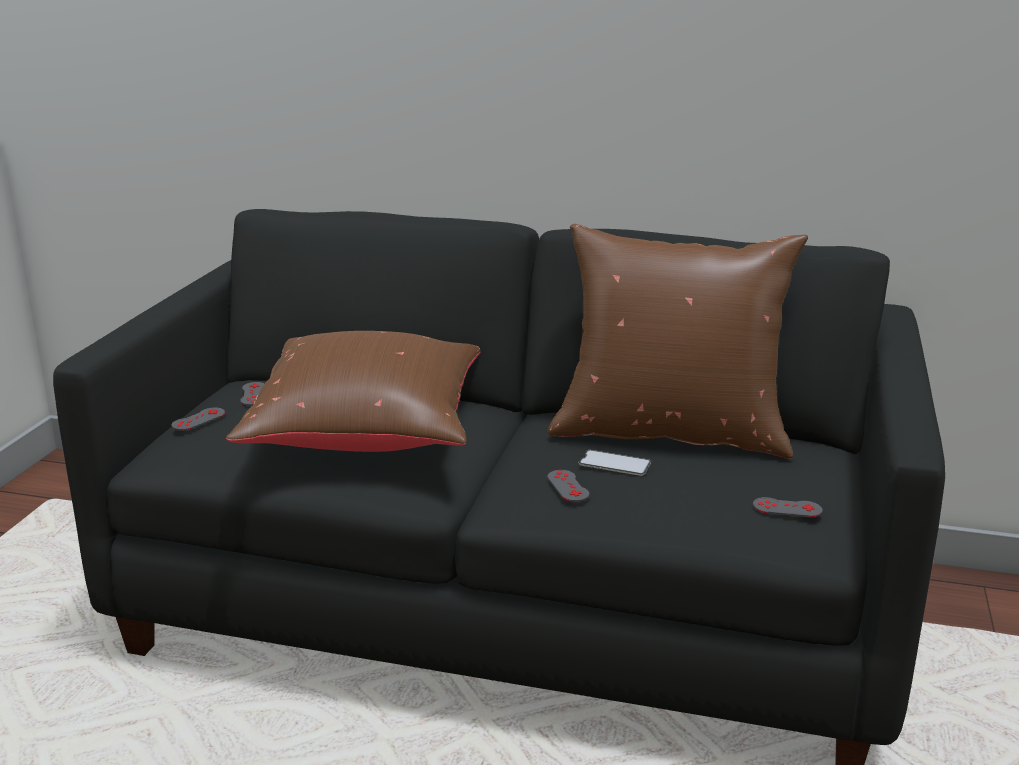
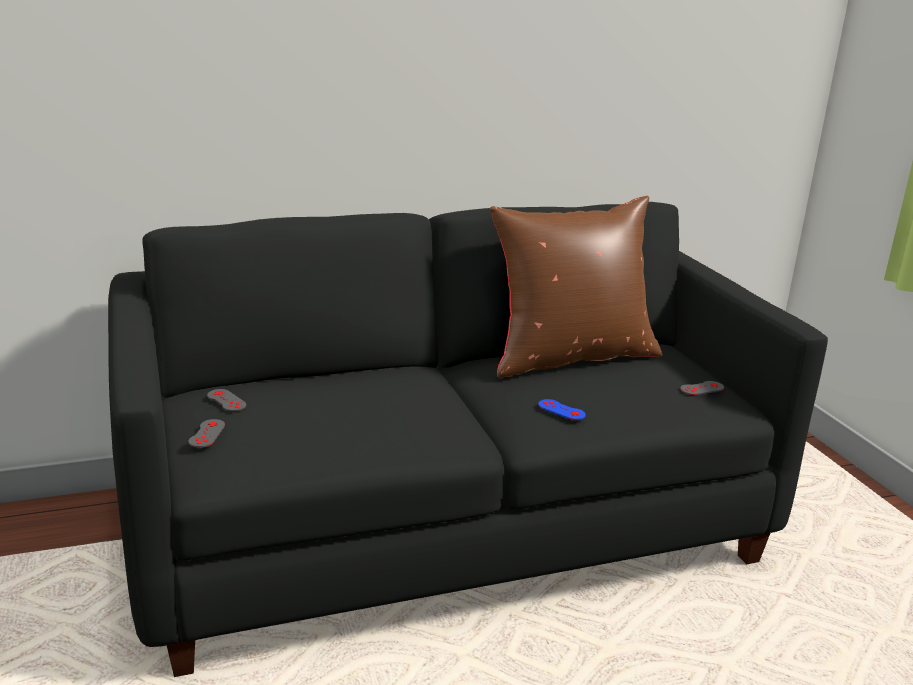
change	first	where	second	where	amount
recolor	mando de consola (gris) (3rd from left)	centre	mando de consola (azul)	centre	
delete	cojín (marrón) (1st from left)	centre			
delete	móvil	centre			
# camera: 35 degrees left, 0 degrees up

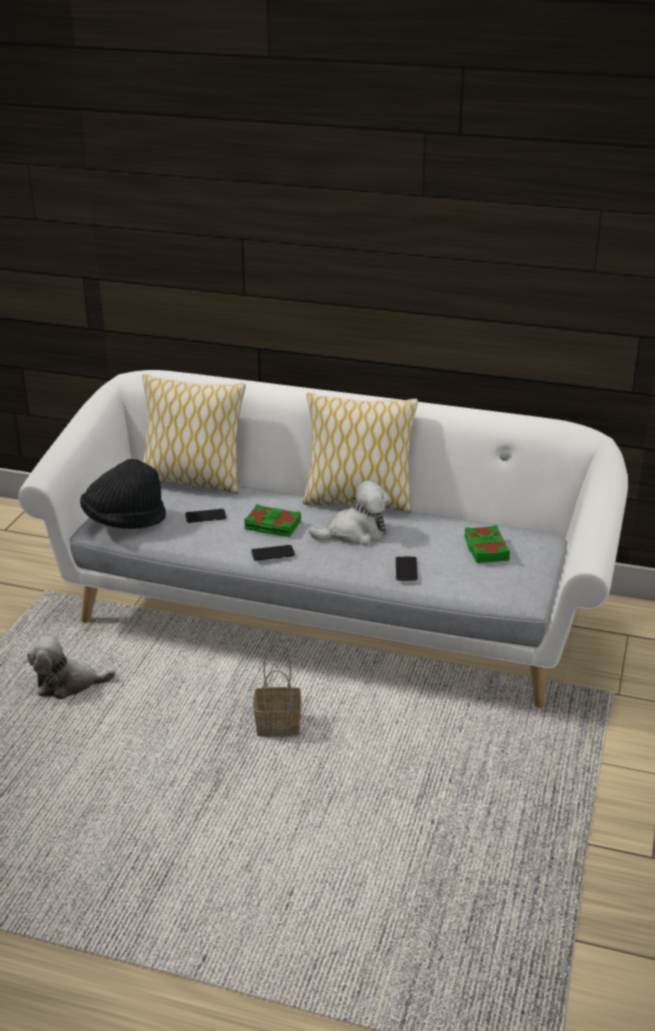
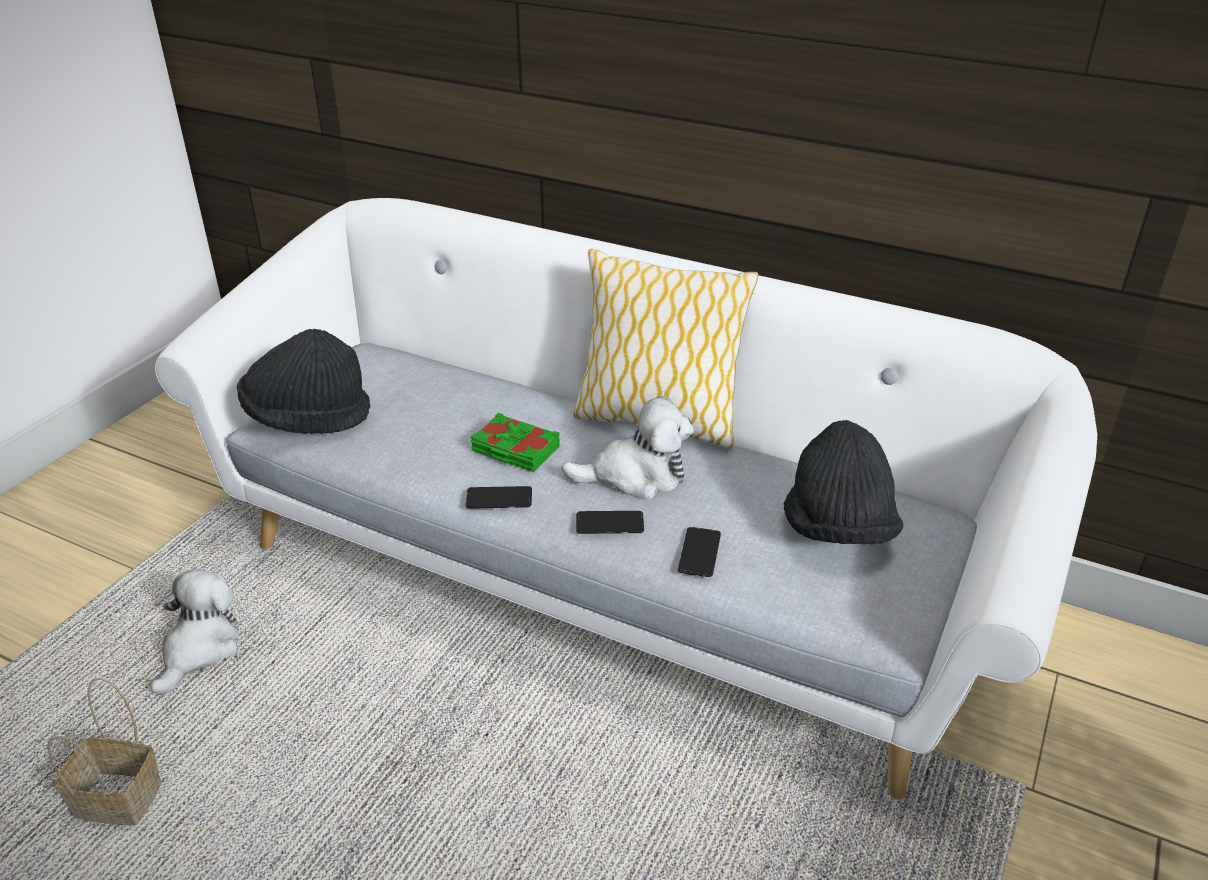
change	first	where	second	where	amount
move	cesta	bottom centre		bottom left	
rotate	peluche (1st from left)	middle left		bottom left	105 degrees clockwise
move	móvil (1st from left in the first image)	middle left	móvil (2nd from left)	centre	
replace	libro (verde) (2nd from left)	middle right	sombrero (negro) (2nd from left)	middle right	
delete	cojín (1st from left)	middle left			
# camera: 10 degrees right, 5 degrees up

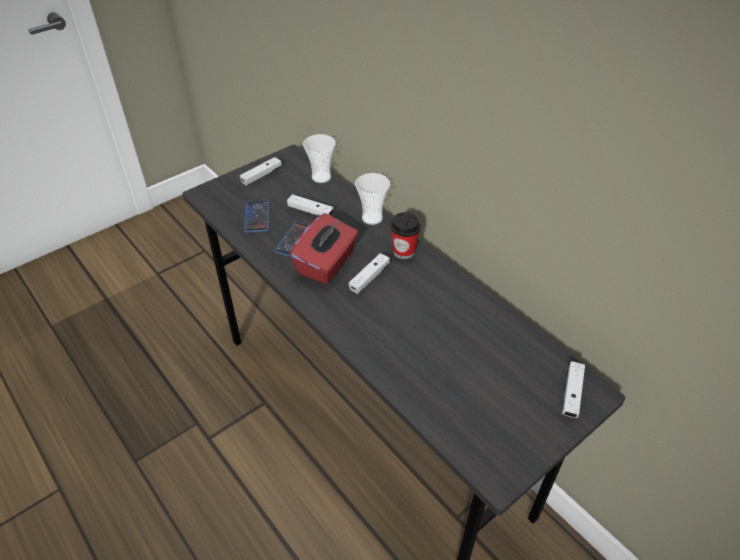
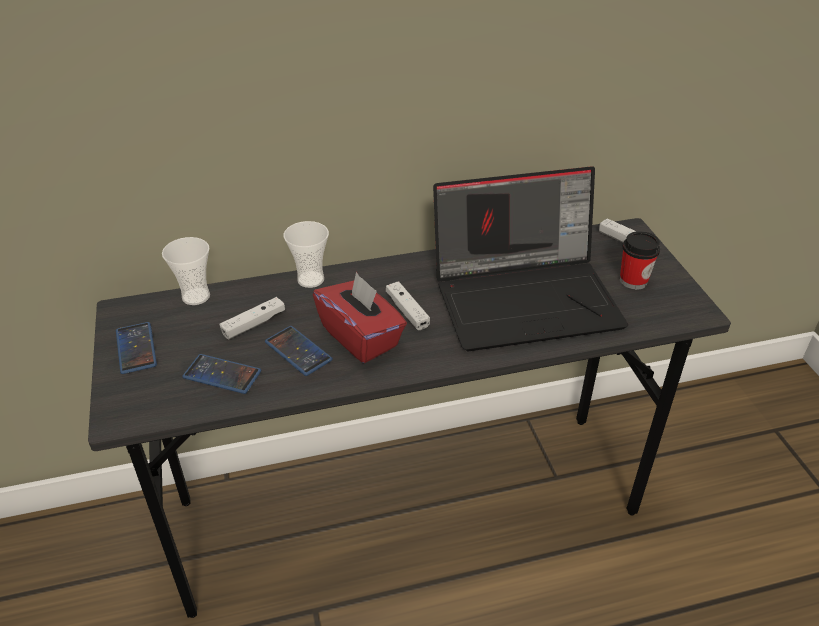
change	first	where	second	where	amount
replace	mando de consola (blanco) (1st from left)	top centre	móvil (1st from left)	middle left	
insert			portátil	centre	
move	taza (3rd from left)	centre		middle right	
# camera: 65 degrees left, 5 degrees down

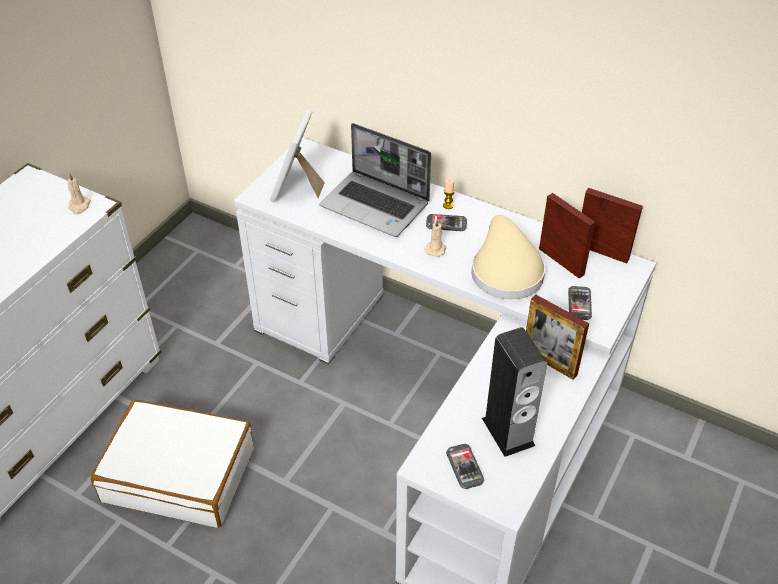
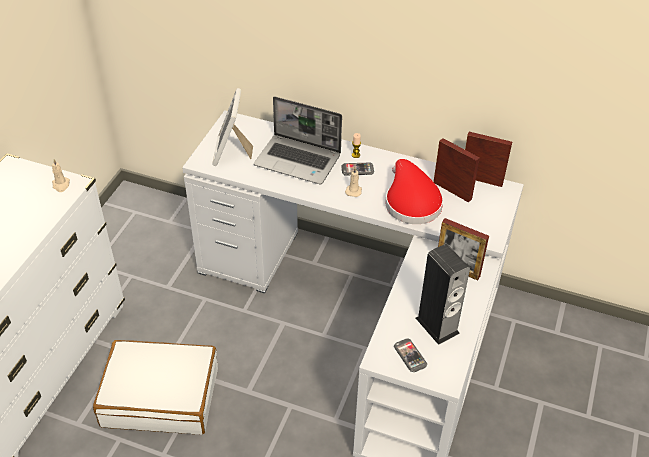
change	first	where	second	where	amount
recolor	sombrero (beis)	centre	sombrero (rojo)	centre	
delete	móvil (3rd from left)	middle right			
# camera: 10 degrees left, 0 degrees up

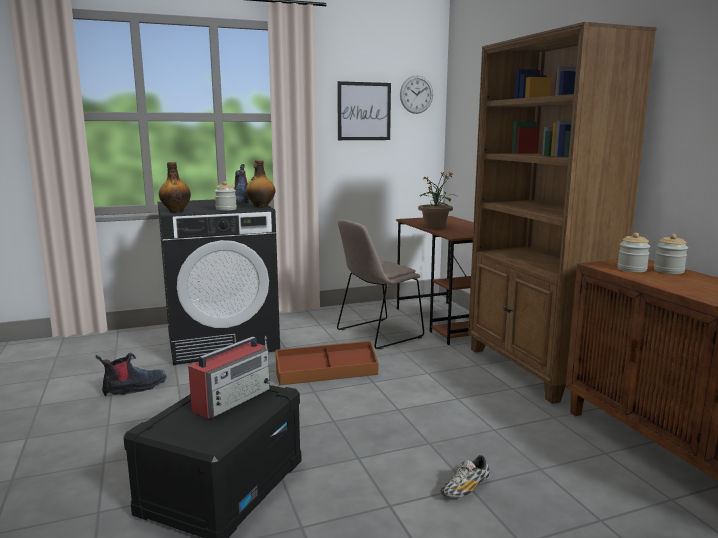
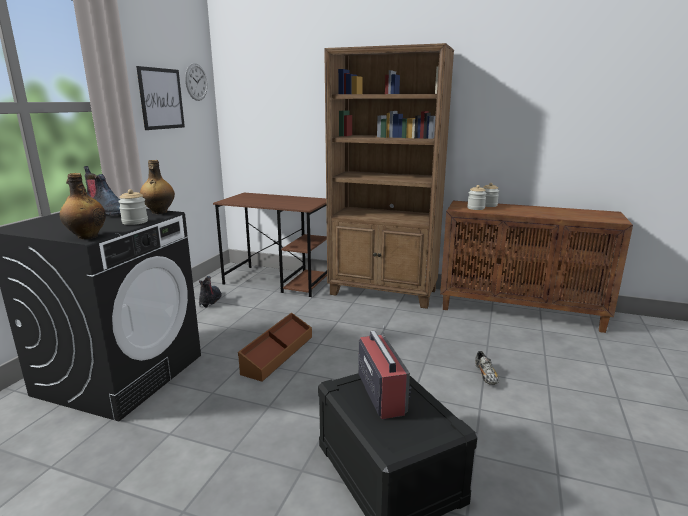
change	first	where	second	where	amount
move	bota (1st from left in the first image)	bottom left	bota (2nd from left)	middle left	
delete	silla (beis)	centre			
delete	planta en maceta	centre			
# camera: 50 degrees left, 5 degrees up

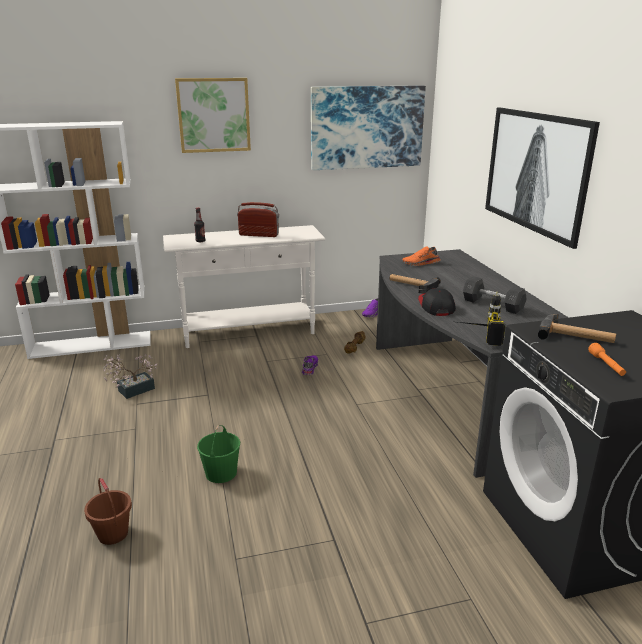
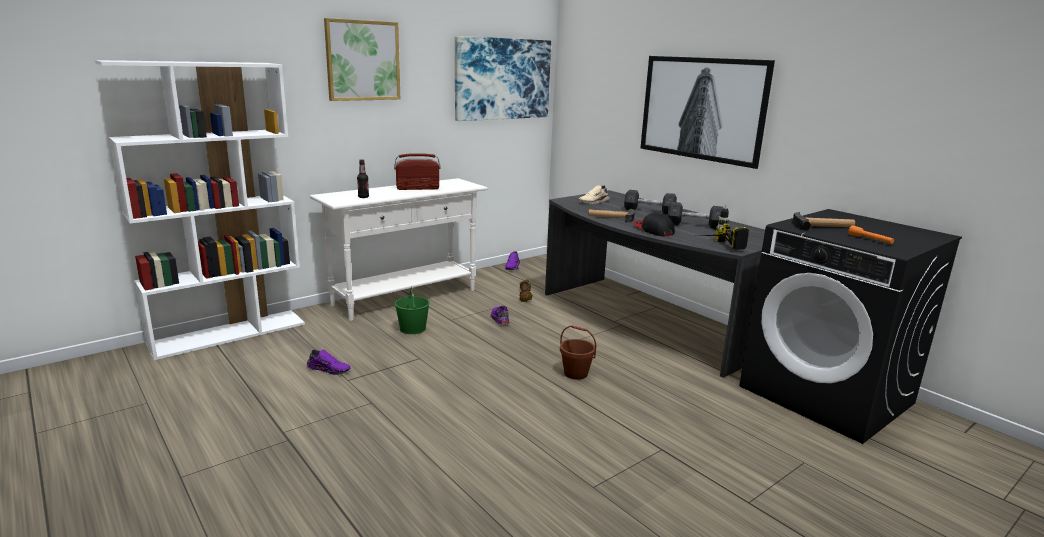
change	first	where	second	where	amount
replace	planta en maceta	middle left	zapato (morado) (1st from left)	bottom left	
move	cubo (verde)	bottom centre		centre	
move	cubo (marrón)	bottom left		centre	
recolor	zapato (naranja)	centre	zapato (beis)	centre	
insert			mancuerna (gris) (1st from left)	centre	
# camera: 25 degrees left, 5 degrees down

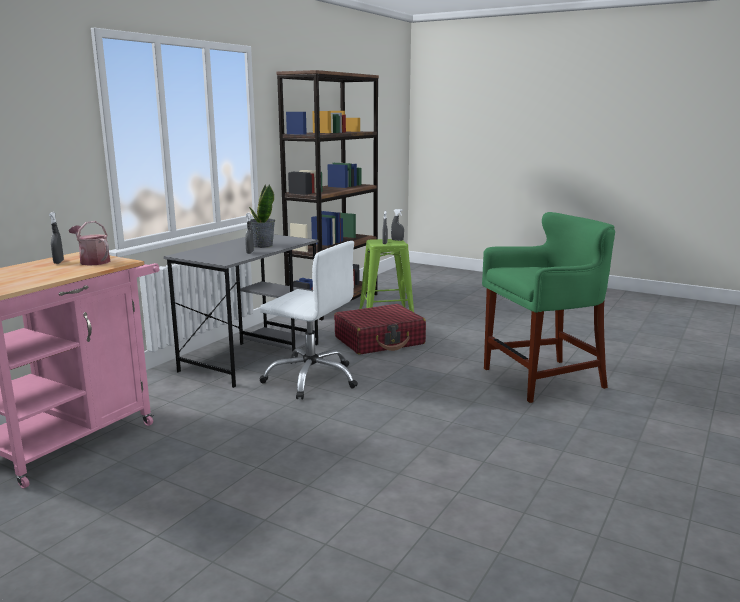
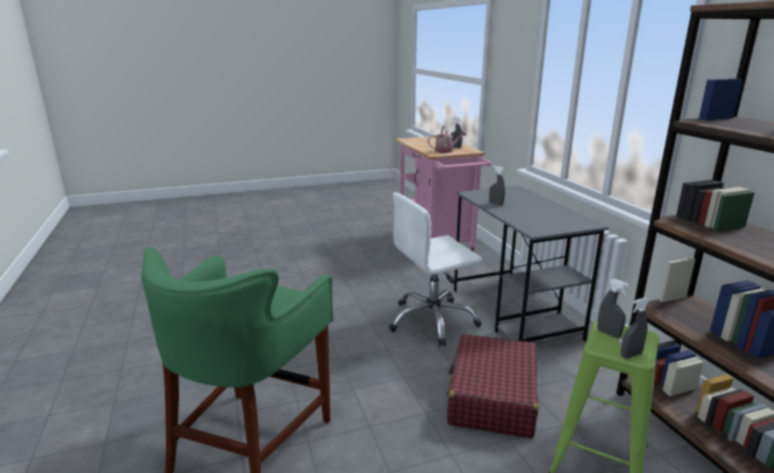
change	first	where	second	where	amount
delete	planta en maceta	centre			
# camera: 130 degrees right, 5 degrees up

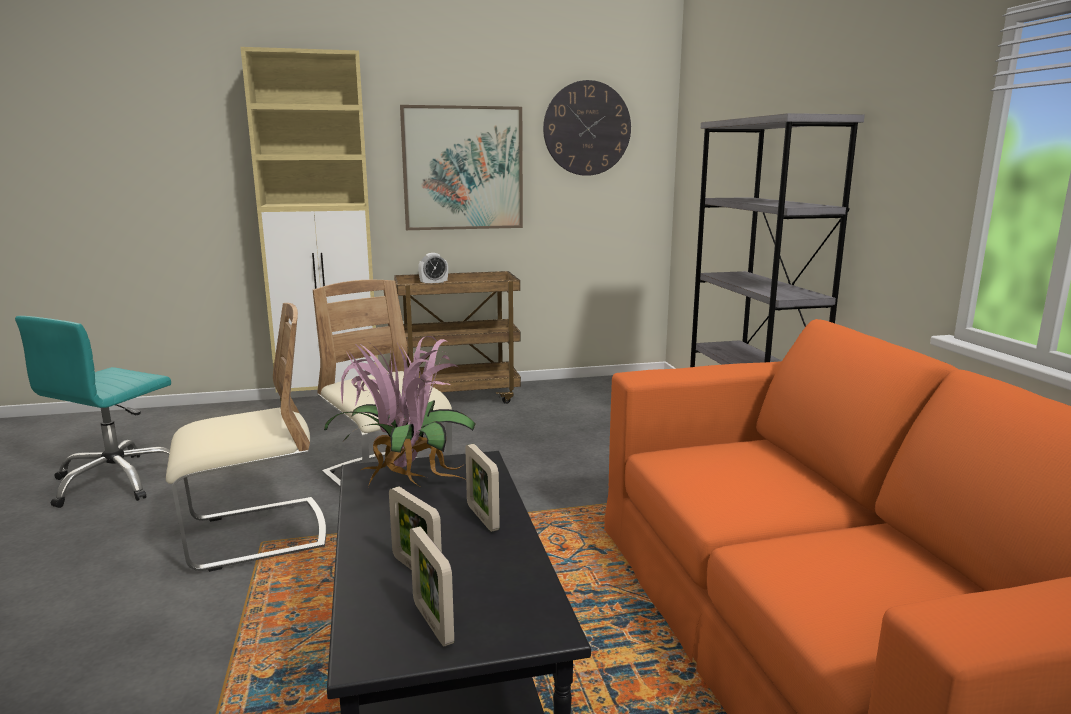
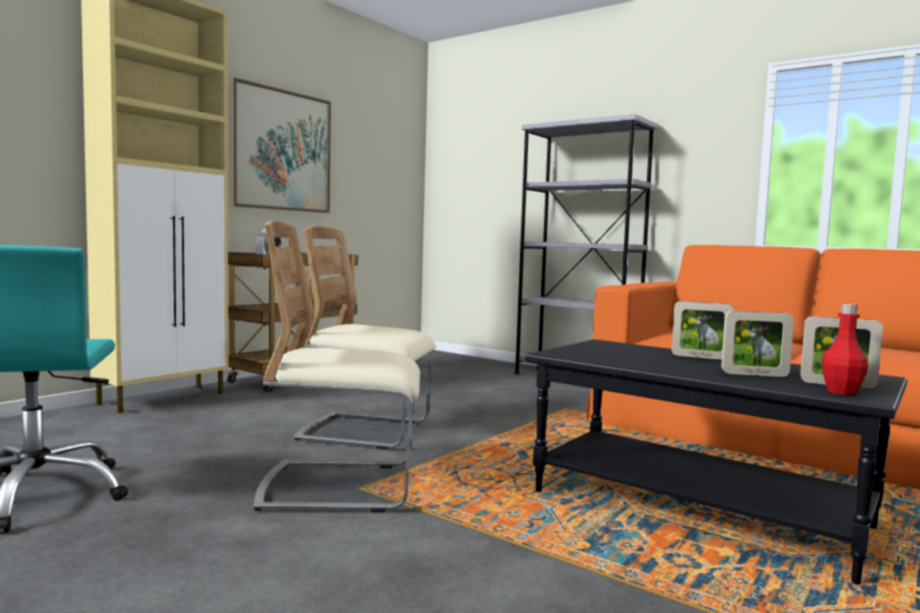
change	first	where	second	where	amount
rotate	silla (beis) (1st from left)	middle left		centre	120 degrees counterclockwise
insert			botella (rojo)	middle right	
delete	planta en maceta	centre			
delete	reloj de pared	top centre			
# camera: 40 degrees left, 10 degrees down

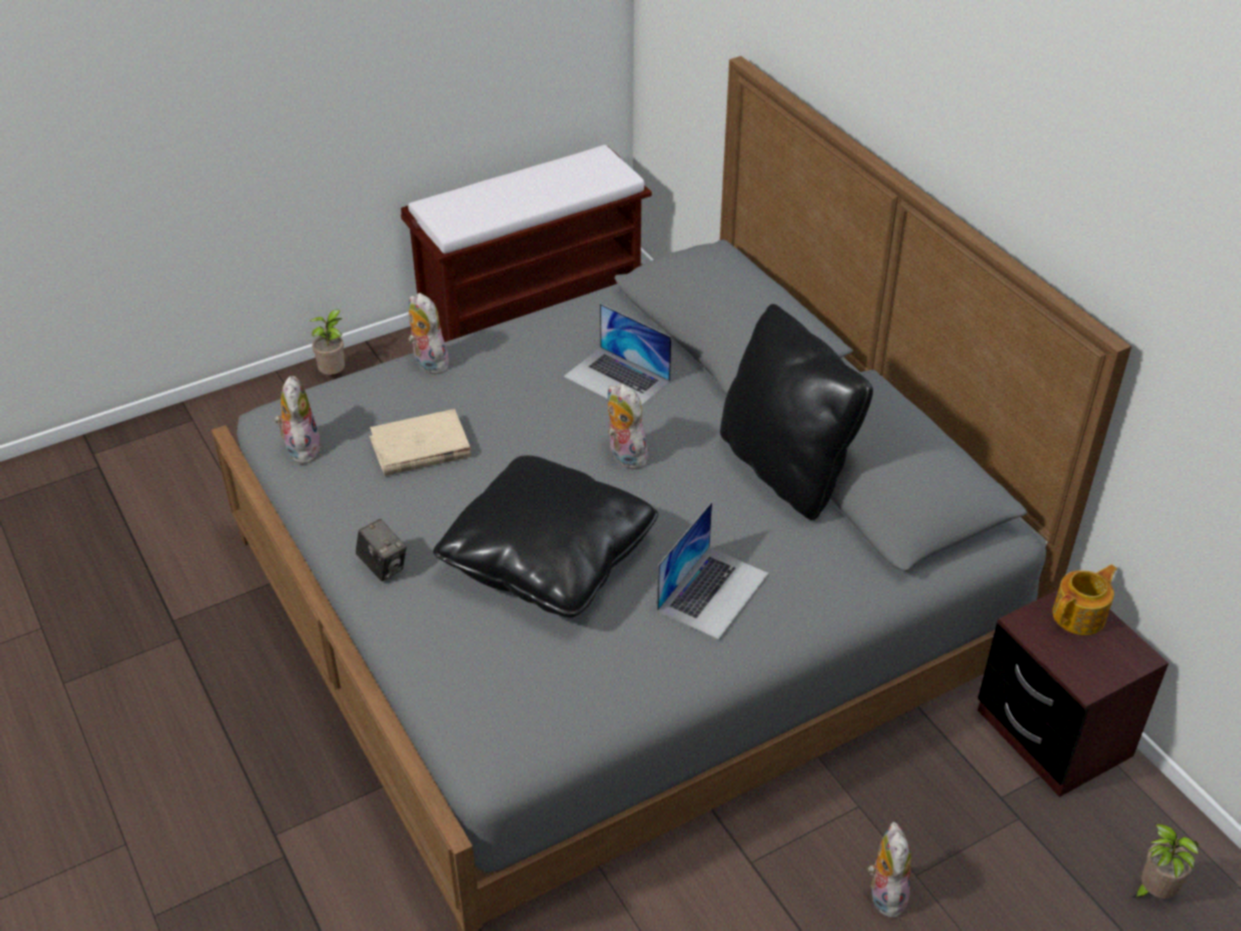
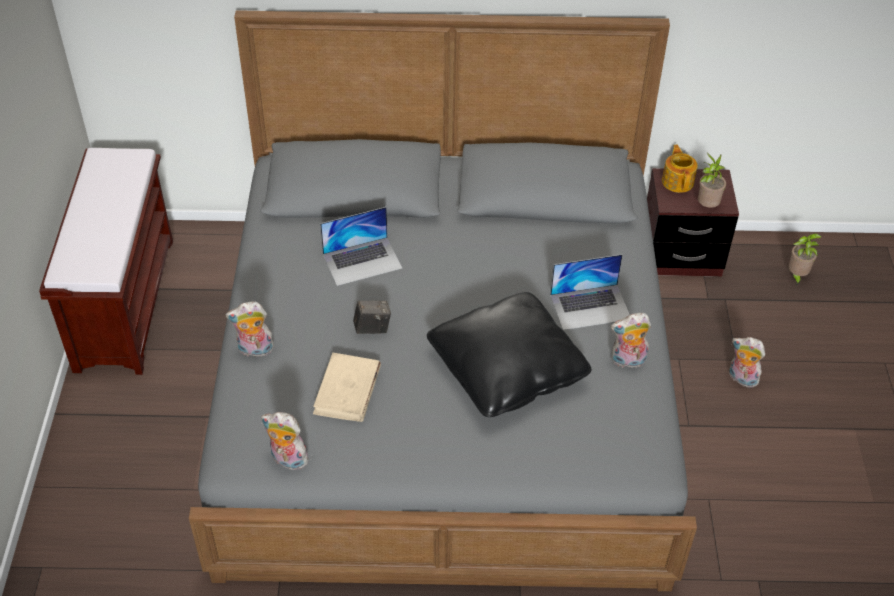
change	first	where	second	where	amount
move	cámara	middle left		centre	
rotate	portátil (2nd from left)	centre		centre	105 degrees clockwise
move	peluche (3rd from left)	centre		middle right	
move	planta en maceta (1st from left)	middle left		top right	
delete	cojín (negro) (2nd from left)	centre			
# camera: 60 degrees left, 5 degrees up

